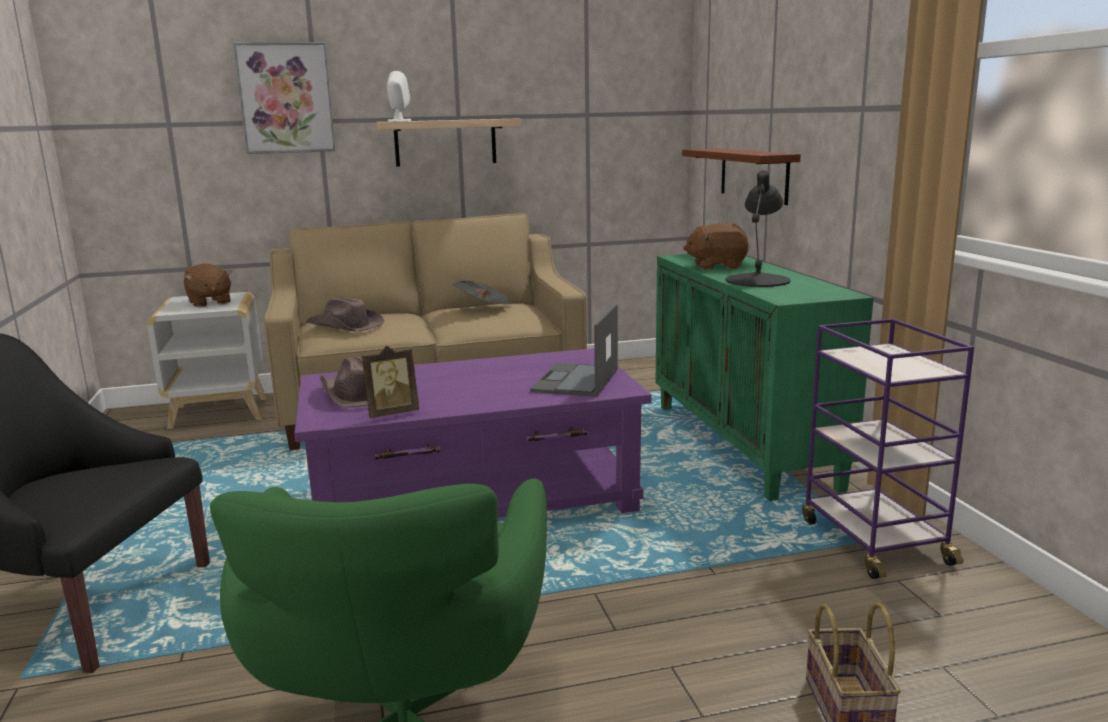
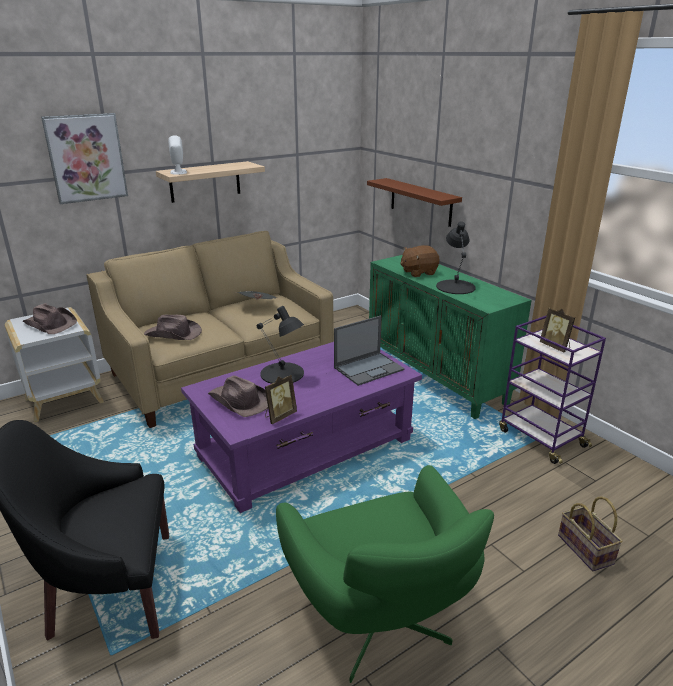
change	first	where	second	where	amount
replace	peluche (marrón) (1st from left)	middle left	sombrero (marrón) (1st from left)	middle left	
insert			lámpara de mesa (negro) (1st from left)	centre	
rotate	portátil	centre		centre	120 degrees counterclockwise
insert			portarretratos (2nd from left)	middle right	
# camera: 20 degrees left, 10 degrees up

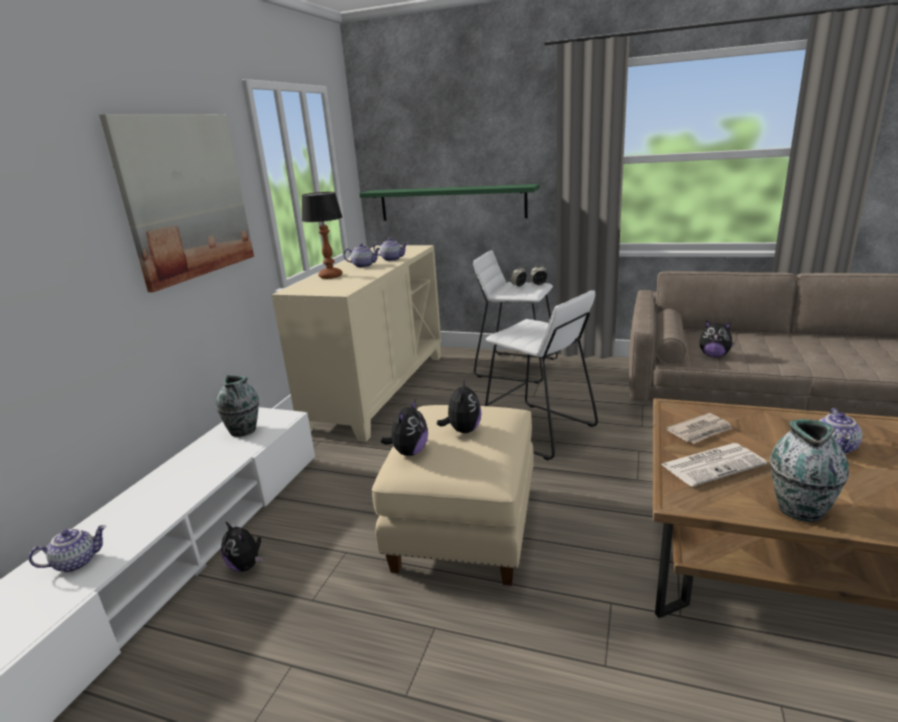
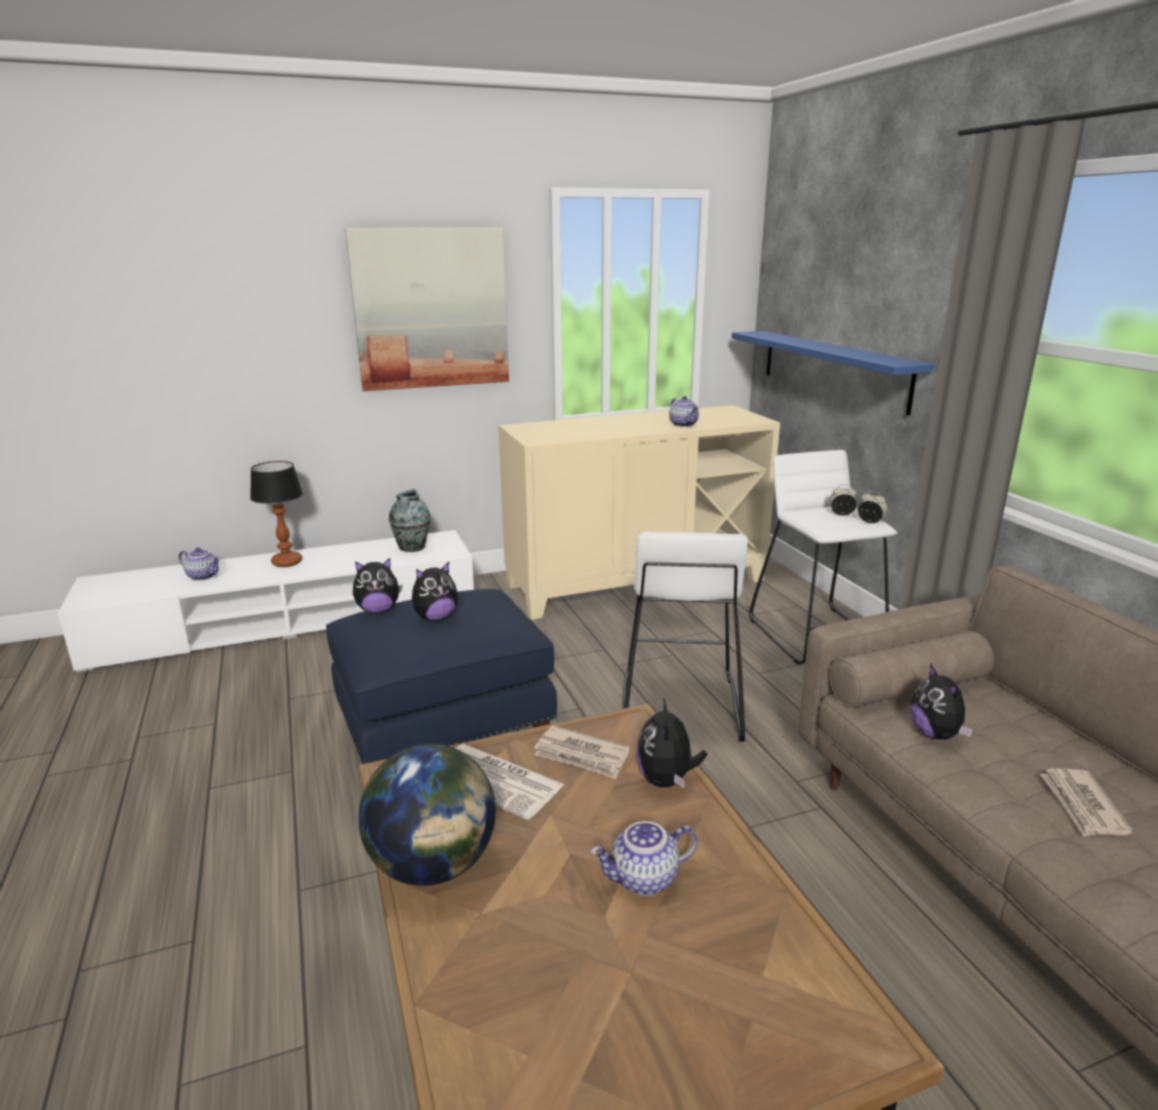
change	first	where	second	where	amount
move	lámpara de mesa	top centre		middle left	
recolor	puf (beis)	bottom centre	puf (azul)	centre	
replace	florero (2nd from left)	middle right	globo terráqueo	bottom centre	
move	peluche (1st from left in the first image)	bottom left	peluche (3rd from left)	bottom centre	
recolor	estante (verde)	top centre	estante (azul)	middle right	
insert			periódico (3rd from left)	bottom right	
delete	tetera (2nd from left)	centre			
# camera: 50 degrees right, 0 degrees up

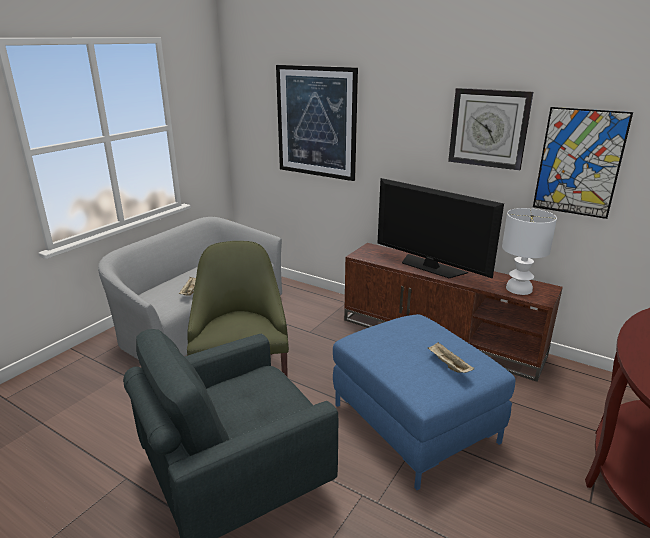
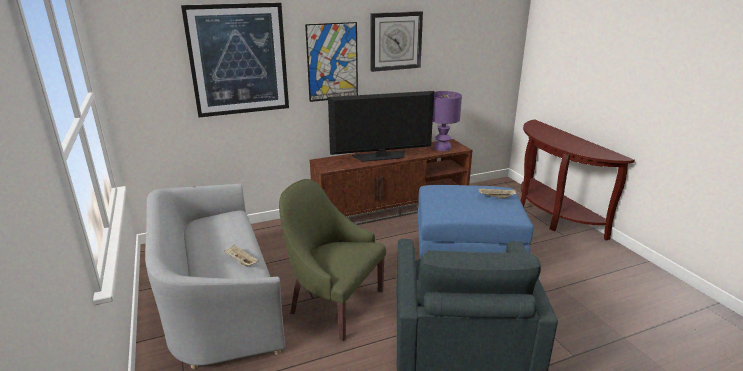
change	first	where	second	where	amount
move	cuadro (2nd from left)	top right		top centre	
recolor	lámpara de mesa (blanco)	middle right	lámpara de mesa (morado)	top centre	
# camera: 55 degrees left, 0 degrees up

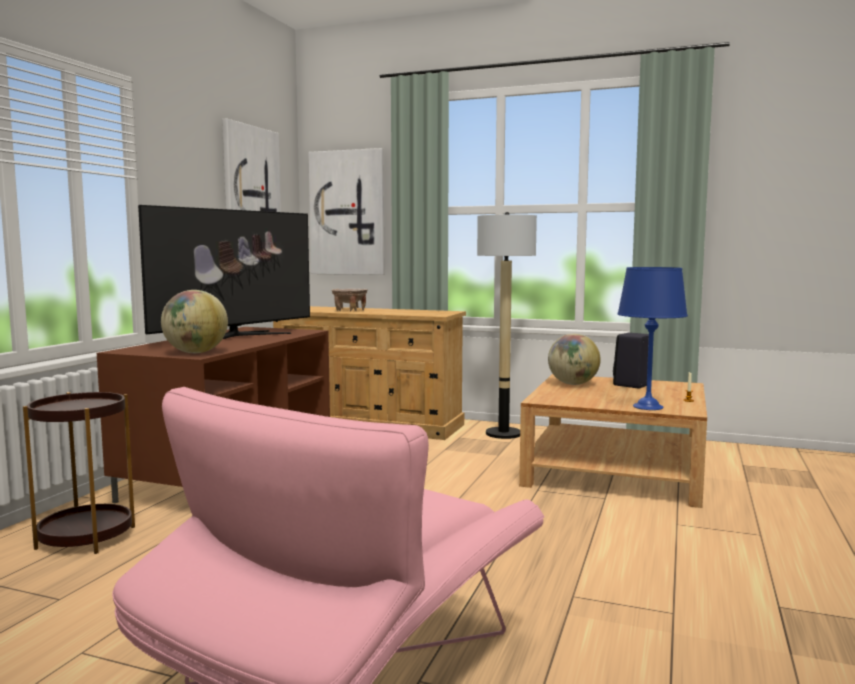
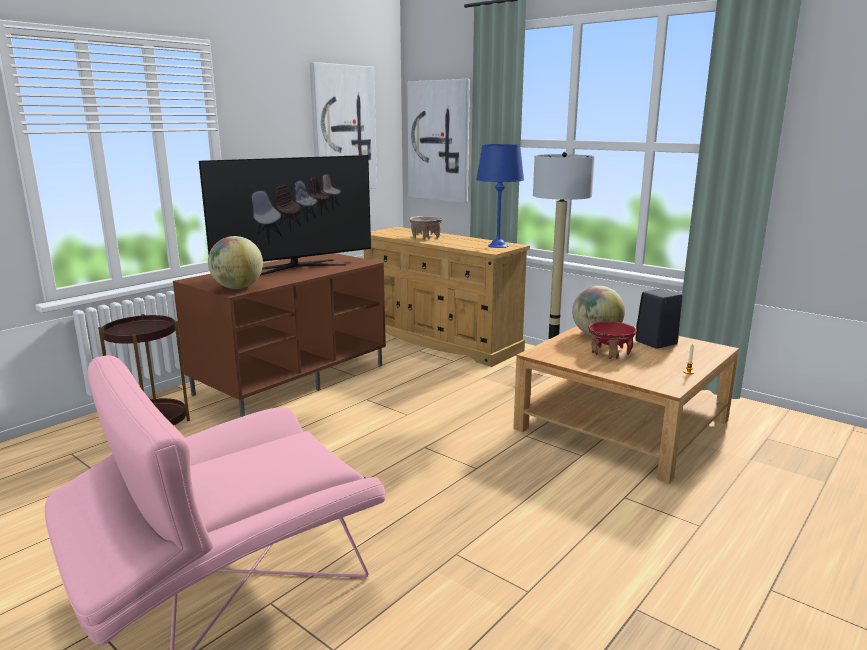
change	first	where	second	where	amount
move	lámpara de mesa (azul)	middle right		top centre	
insert			cuenco (rojo)	middle right	
# camera: 20 degrees right, 10 degrees up

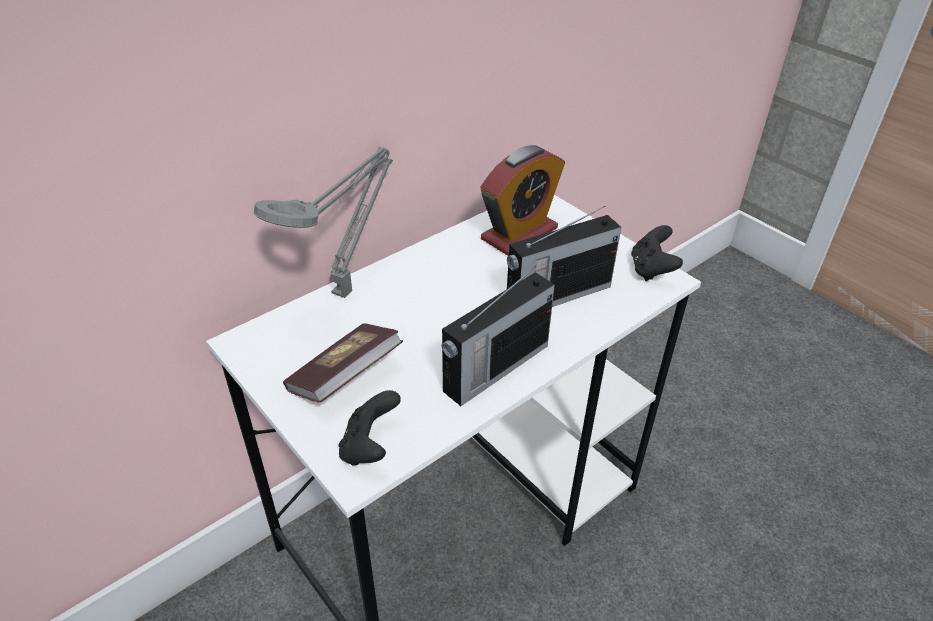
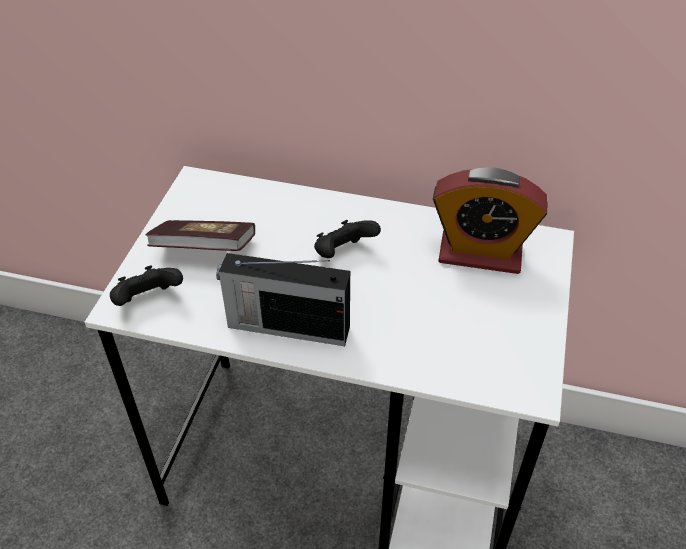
change	first	where	second	where	amount
move	mando de consola (negro) (2nd from left)	middle right		centre	
delete	lámpara de mesa (gris)	centre			
delete	radio (2nd from left)	centre			
# camera: 55 degrees right, 5 degrees up

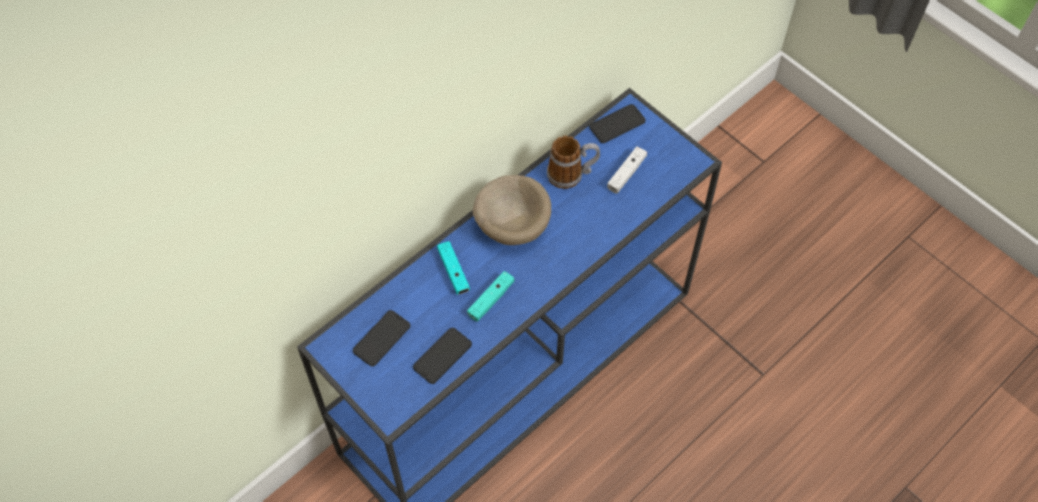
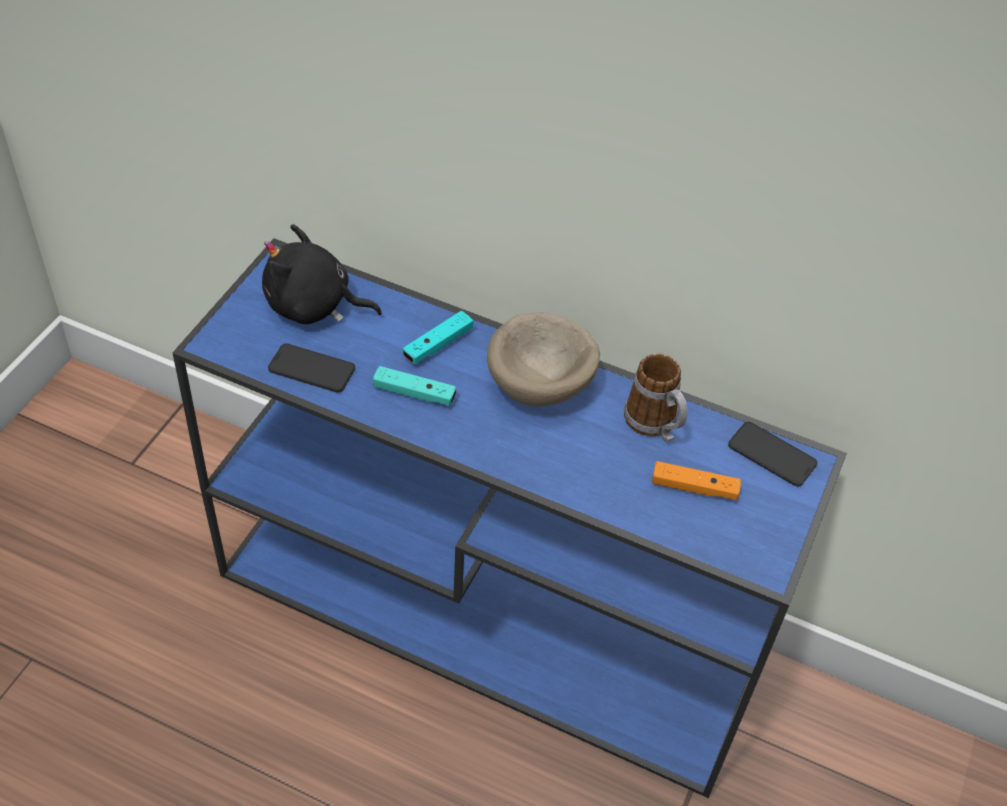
change	first	where	second	where	amount
replace	móvil (1st from left)	bottom centre	peluche (negro)	middle left	
recolor	mando de consola (blanco)	centre	mando de consola (naranja)	middle right	
# camera: 65 degrees right, 10 degrees down

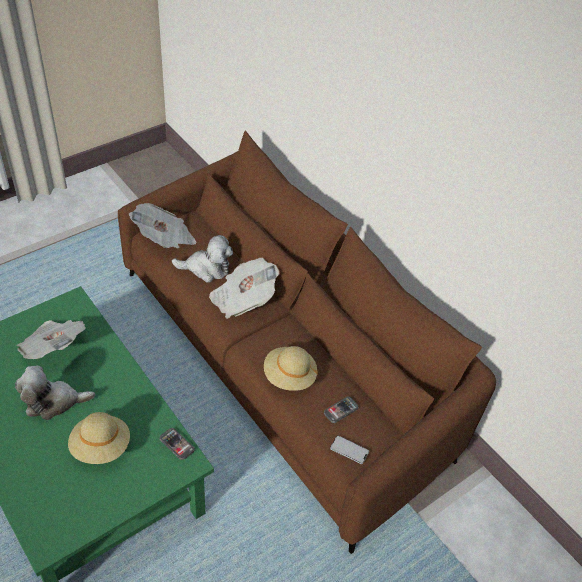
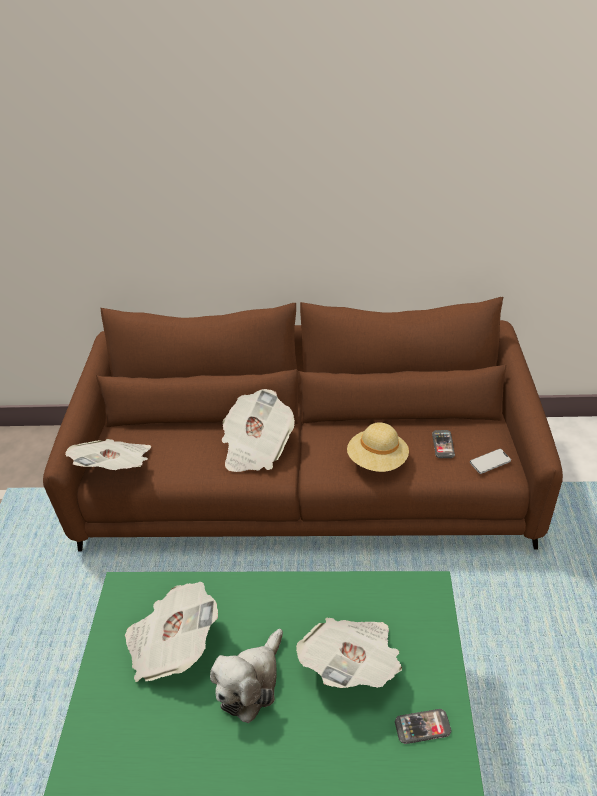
change	first	where	second	where	amount
replace	sombrero (beis) (1st from left)	bottom left	periódico (4th from left)	bottom centre	
move	móvil (1st from left)	bottom left		bottom right	
delete	peluche (2nd from left)	centre			
# camera: 45 degrees left, 5 degrees down

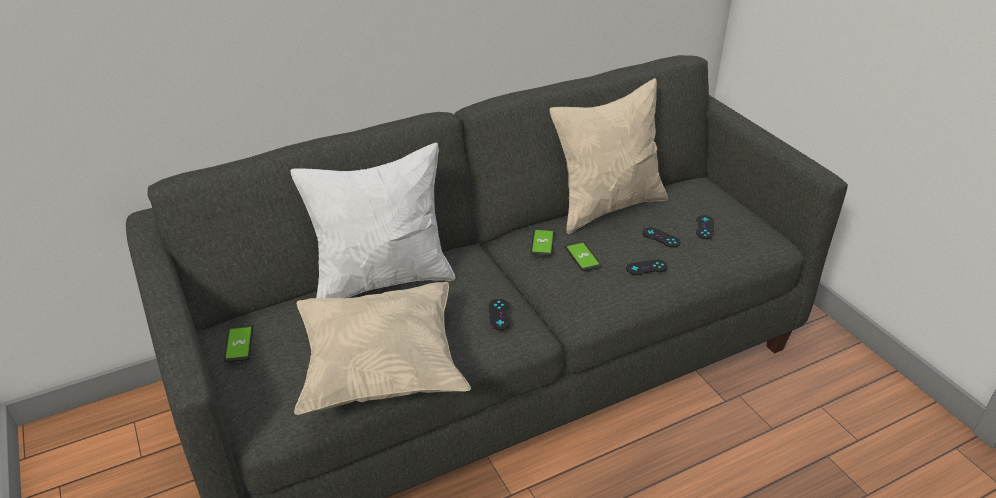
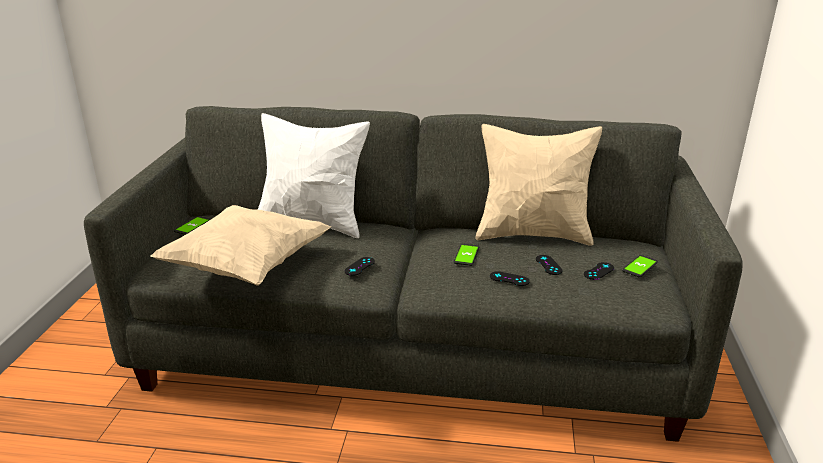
change	first	where	second	where	amount
move	móvil (2nd from left in the first image)	centre	móvil (3rd from left)	middle right	
# camera: 35 degrees right, 10 degrees down

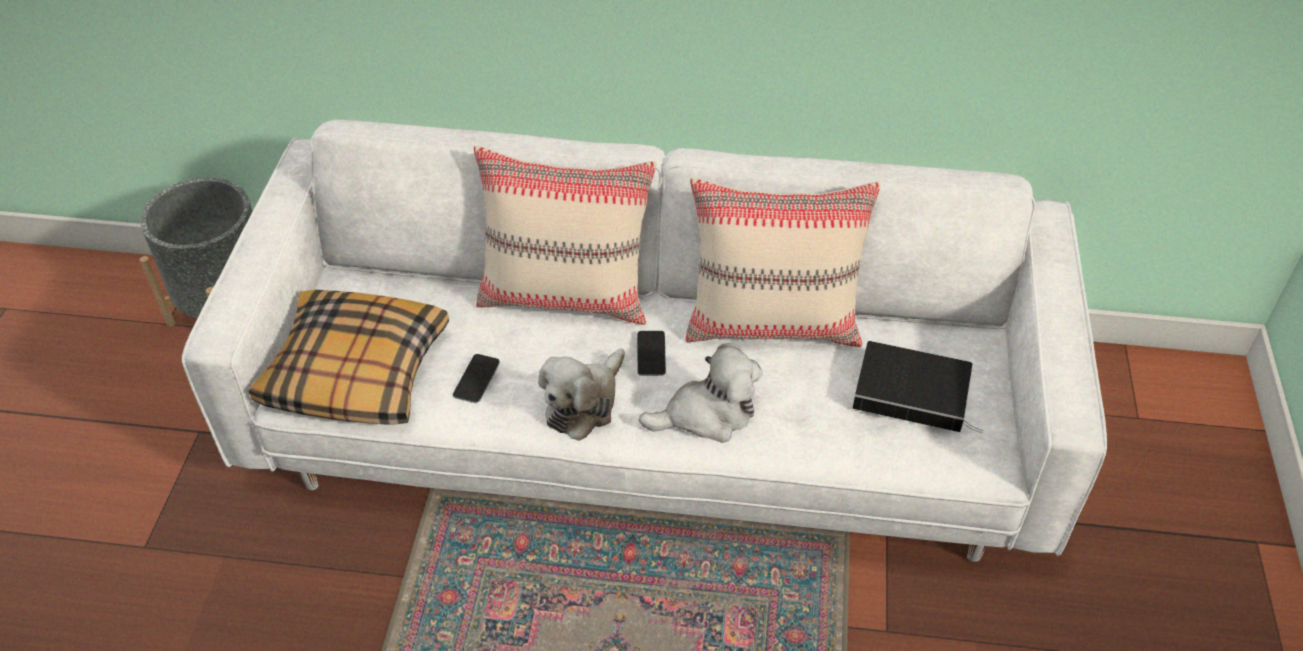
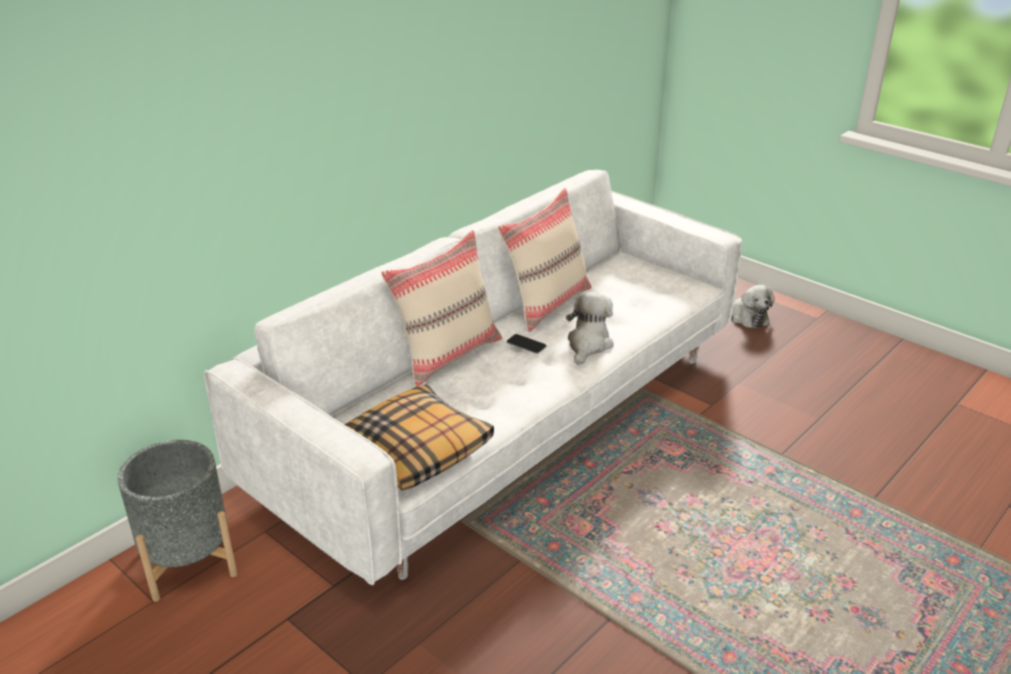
change	first	where	second	where	amount
move	peluche (1st from left in the first image)	centre	peluche (2nd from left)	middle right	
delete	móvil (1st from left)	centre			
delete	libro	middle right			
# camera: 55 degrees left, 15 degrees down

